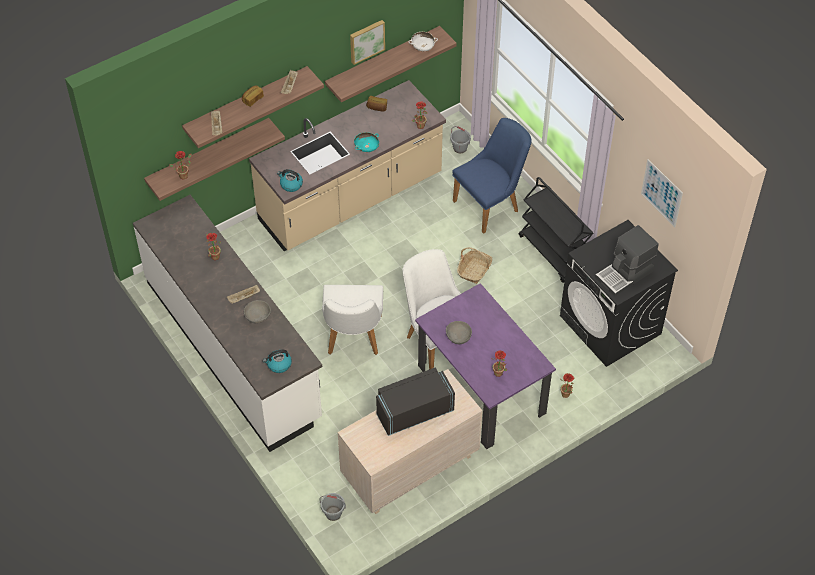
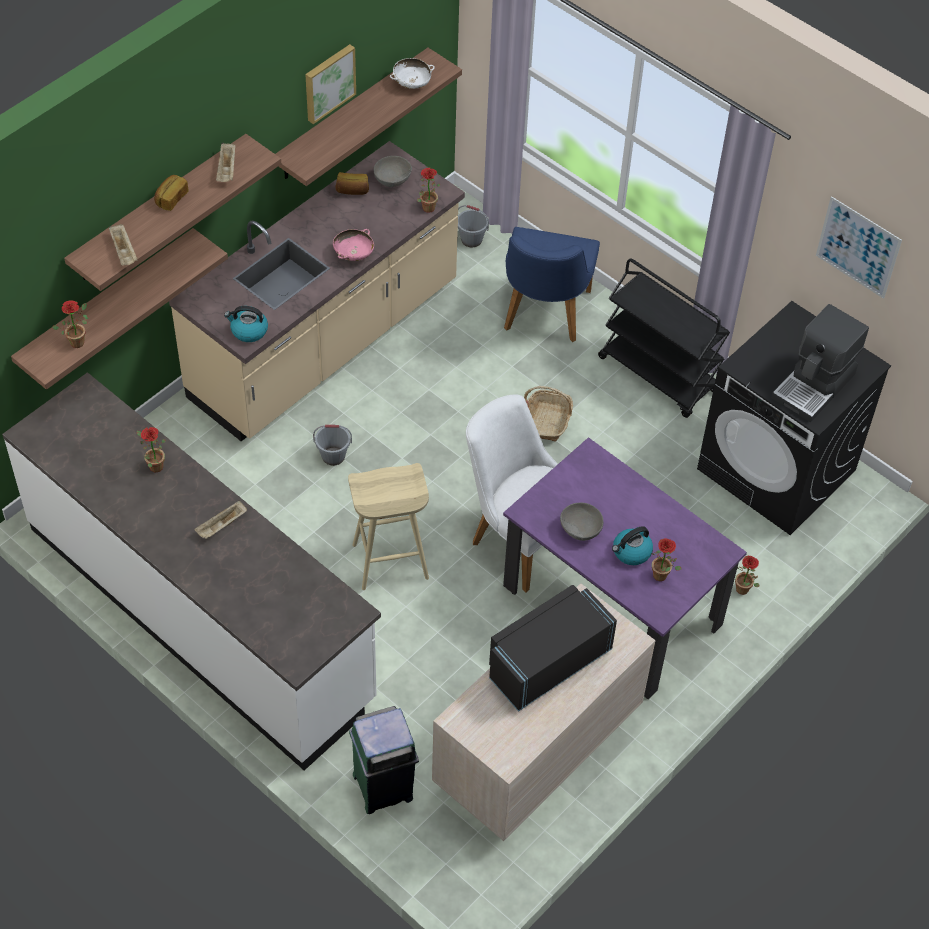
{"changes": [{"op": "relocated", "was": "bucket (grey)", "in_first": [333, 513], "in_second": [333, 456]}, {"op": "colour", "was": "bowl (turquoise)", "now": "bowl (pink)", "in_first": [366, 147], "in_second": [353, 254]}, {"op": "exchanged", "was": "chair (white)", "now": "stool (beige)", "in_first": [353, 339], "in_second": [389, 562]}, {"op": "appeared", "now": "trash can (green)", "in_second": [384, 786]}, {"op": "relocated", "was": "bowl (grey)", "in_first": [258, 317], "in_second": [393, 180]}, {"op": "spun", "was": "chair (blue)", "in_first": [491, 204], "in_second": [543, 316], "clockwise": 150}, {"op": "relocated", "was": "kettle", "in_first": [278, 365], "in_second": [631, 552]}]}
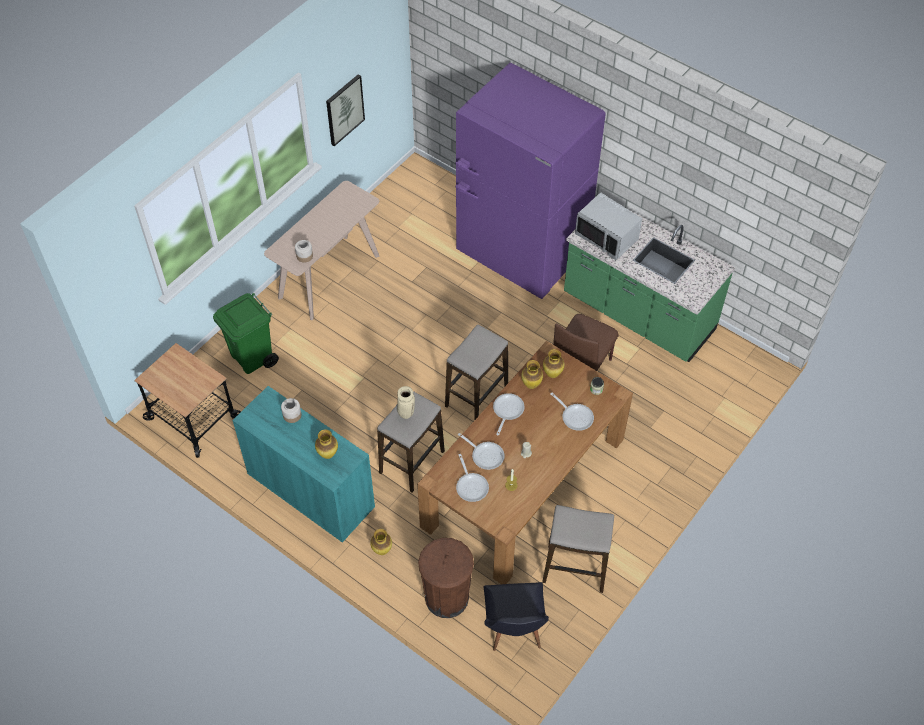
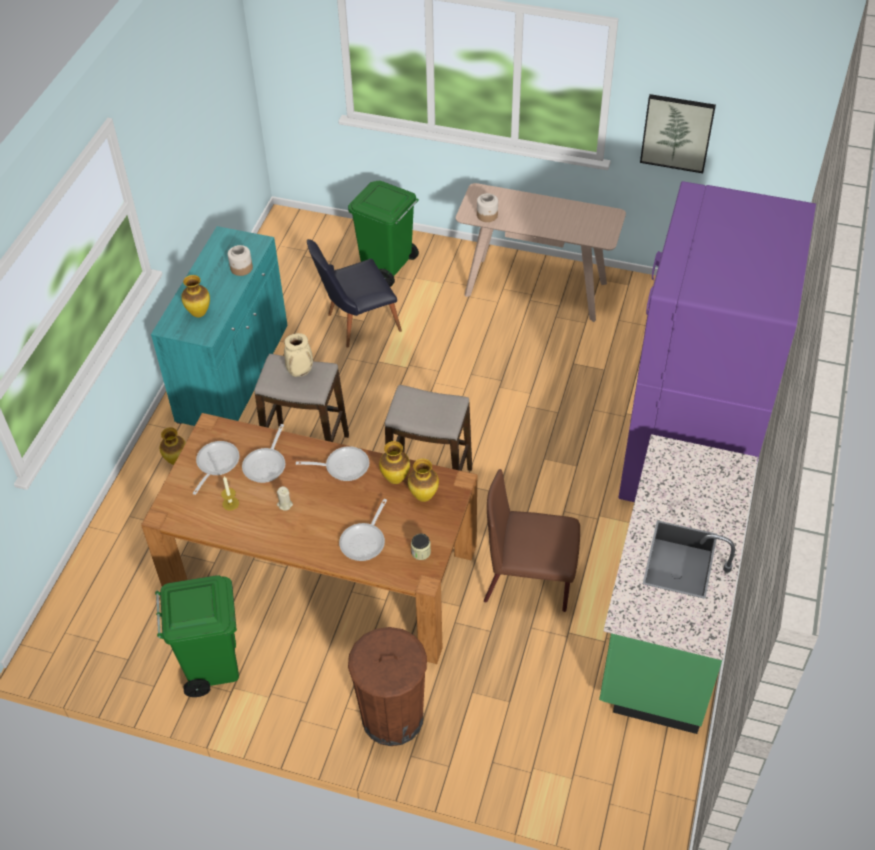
{"changes": [{"op": "exchanged", "was": "stool", "now": "trash can (green)", "in_first": [575, 569], "in_second": [212, 664]}, {"op": "spun", "was": "frying pan", "in_first": [471, 486], "in_second": [216, 464], "clockwise": 150}, {"op": "relocated", "was": "chair (black)", "in_first": [514, 631], "in_second": [356, 323]}, {"op": "relocated", "was": "trash can (brown)", "in_first": [447, 597], "in_second": [392, 717]}, {"op": "missing", "was": "cart", "in_first": [192, 418]}, {"op": "missing", "was": "microwave (grey)", "in_first": [607, 237]}]}
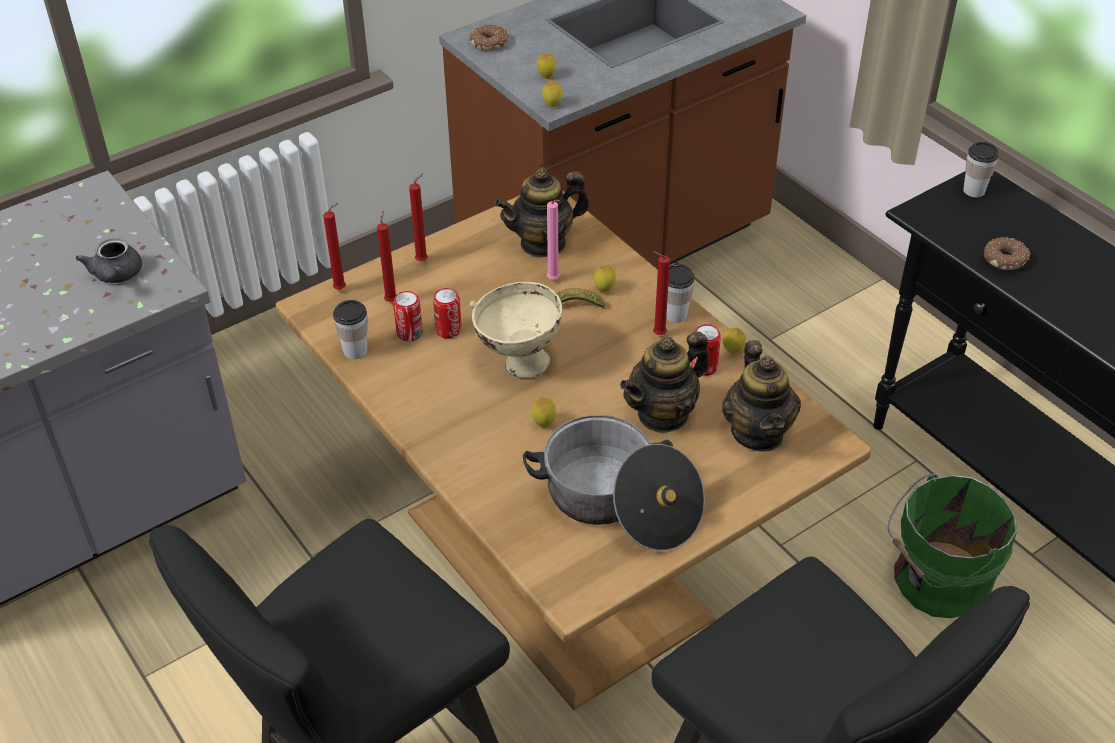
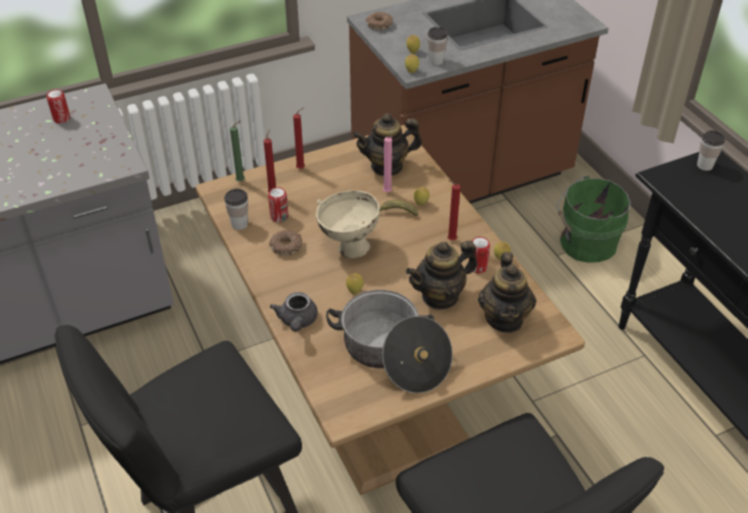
{"changes": [{"op": "relocated", "was": "can", "in_first": [448, 330], "in_second": [61, 119]}, {"op": "colour", "was": "candle (red)", "now": "candle (green)", "in_first": [342, 289], "in_second": [242, 181]}, {"op": "relocated", "was": "donut", "in_first": [1005, 259], "in_second": [287, 246]}, {"op": "relocated", "was": "teapot (grey)", "in_first": [116, 276], "in_second": [297, 321]}, {"op": "relocated", "was": "cup", "in_first": [675, 314], "in_second": [436, 61]}, {"op": "relocated", "was": "bucket (green)", "in_first": [937, 580], "in_second": [585, 243]}]}
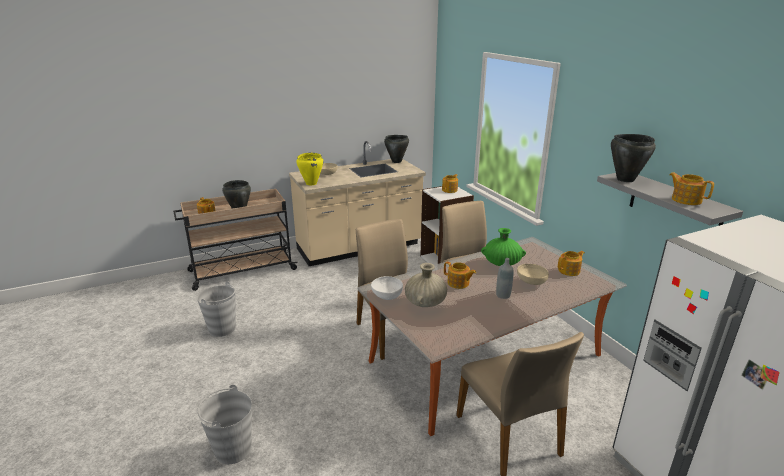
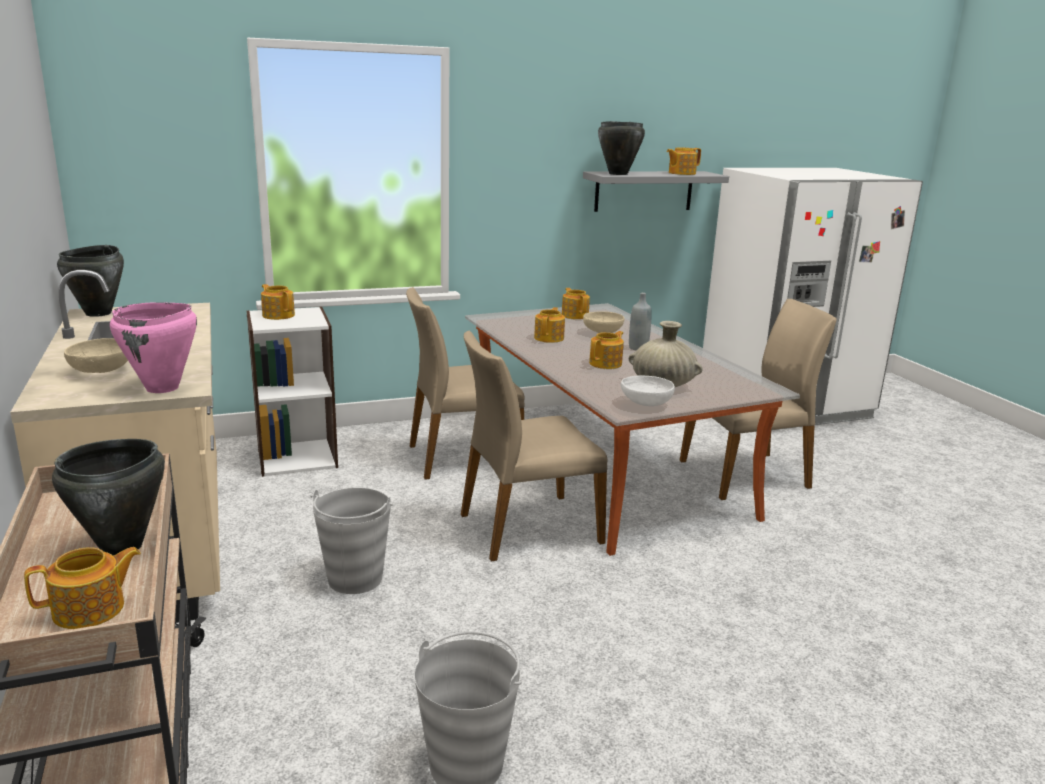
{"changes": [{"op": "colour", "was": "cooking pot (yellow)", "now": "cooking pot (pink)", "in_first": [311, 183], "in_second": [162, 388]}, {"op": "relocated", "was": "bucket (grey)", "in_first": [232, 449], "in_second": [354, 579]}, {"op": "exchanged", "was": "vase (green)", "now": "teapot", "in_first": [502, 263], "in_second": [549, 338]}]}
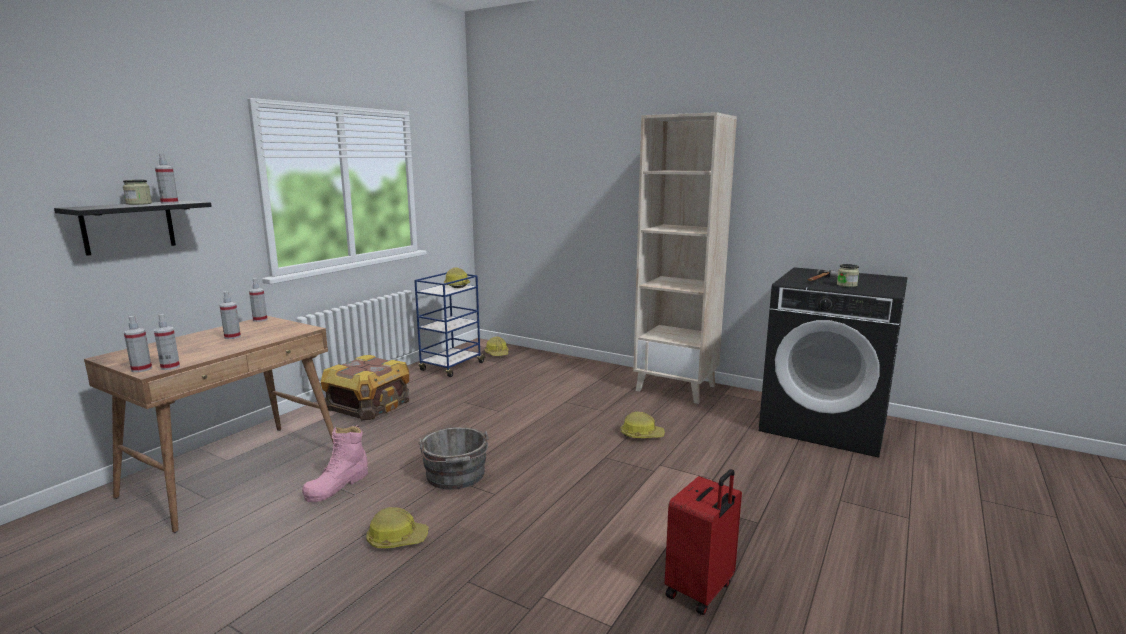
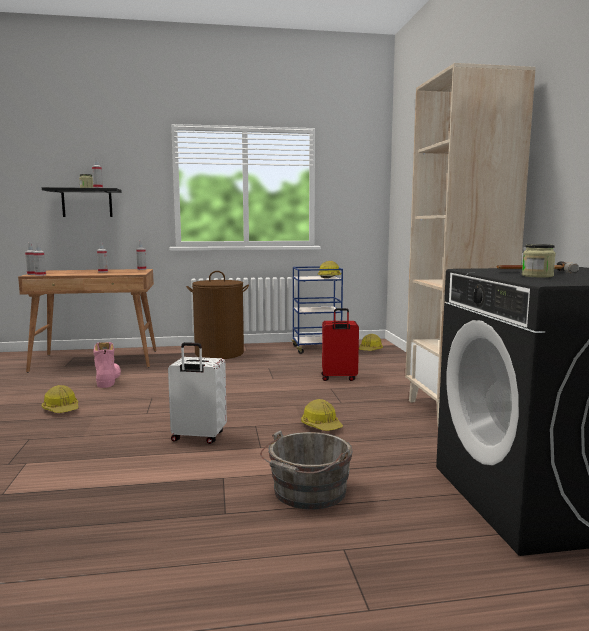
{"changes": [{"op": "spun", "was": "boot (pink)", "in_first": [337, 485], "in_second": [108, 380], "clockwise": 90}, {"op": "appeared", "now": "suitcase (white)", "in_second": [198, 437]}, {"op": "exchanged", "was": "crate", "now": "laundry basket (brown)", "in_first": [368, 404], "in_second": [219, 353]}, {"op": "relocated", "was": "bucket (grey)", "in_first": [456, 476], "in_second": [307, 493]}, {"op": "relocated", "was": "suitcase (red)", "in_first": [701, 590], "in_second": [339, 378]}]}
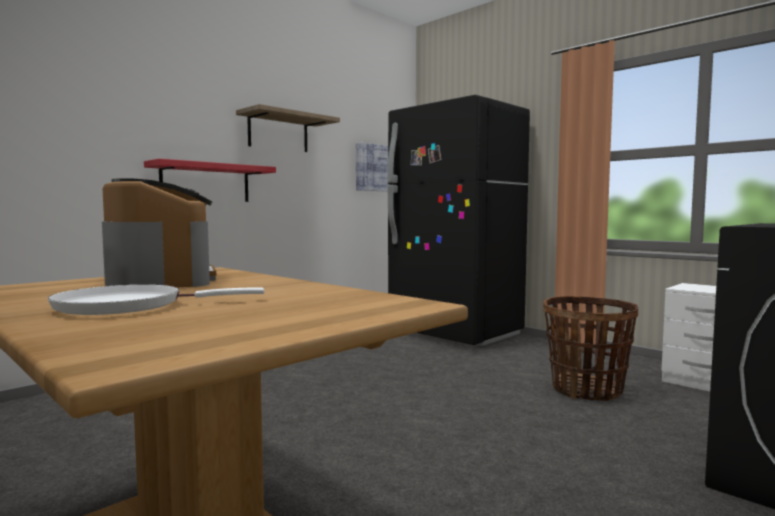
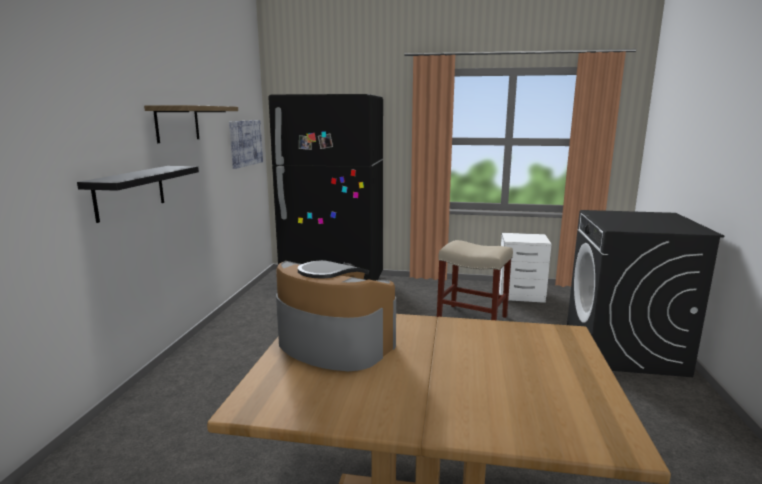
{"changes": [{"op": "colour", "was": "shelf (red)", "now": "shelf (black)", "in_first": [206, 183], "in_second": [130, 192]}, {"op": "exchanged", "was": "basket", "now": "stool (beige)", "in_first": [586, 390], "in_second": [473, 318]}, {"op": "missing", "was": "frying pan (white)", "in_first": [128, 306]}]}
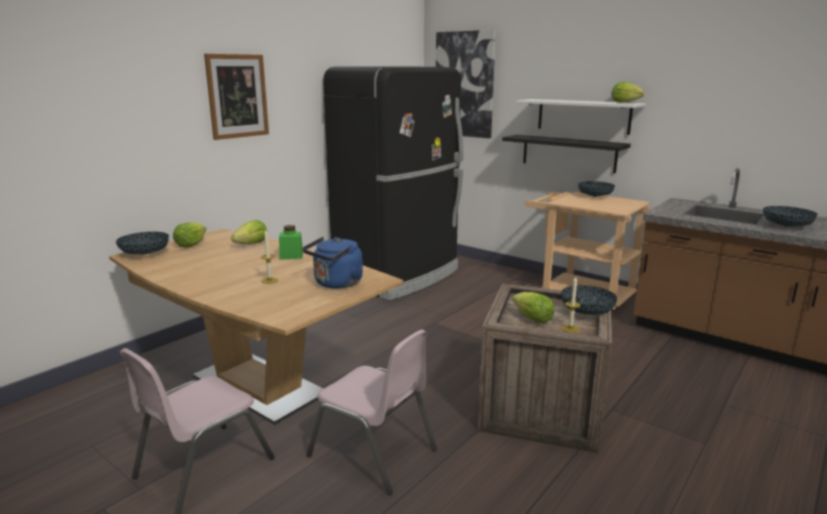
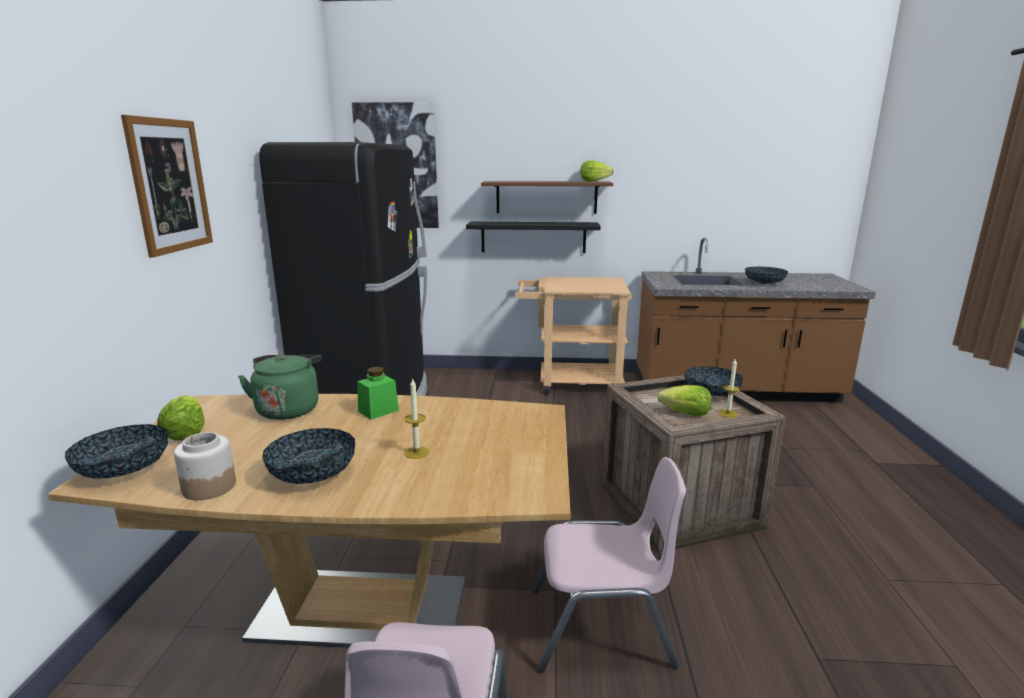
{"changes": [{"op": "appeared", "now": "jar", "in_second": [209, 487]}, {"op": "exchanged", "was": "lettuce", "now": "kettle (green)", "in_first": [251, 244], "in_second": [288, 409]}, {"op": "relocated", "was": "bowl", "in_first": [595, 197], "in_second": [313, 475]}, {"op": "colour", "was": "shelf (white)", "now": "shelf (brown)", "in_first": [583, 116], "in_second": [546, 197]}, {"op": "missing", "was": "kettle (blue)", "in_first": [336, 284]}]}
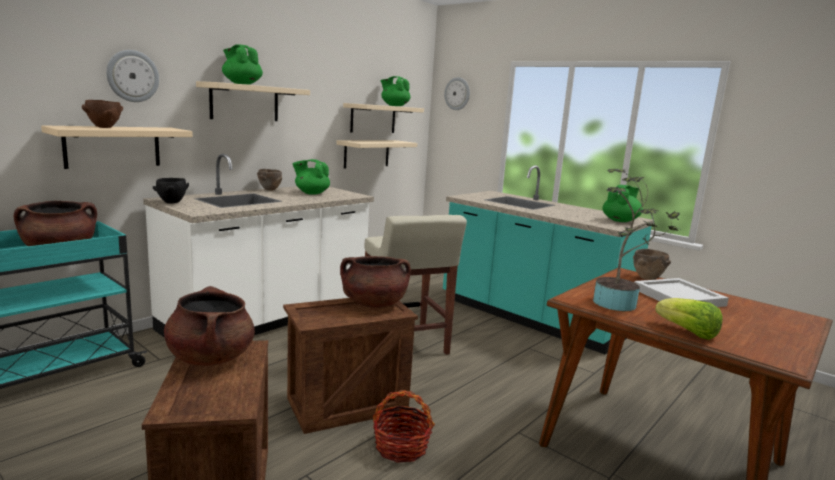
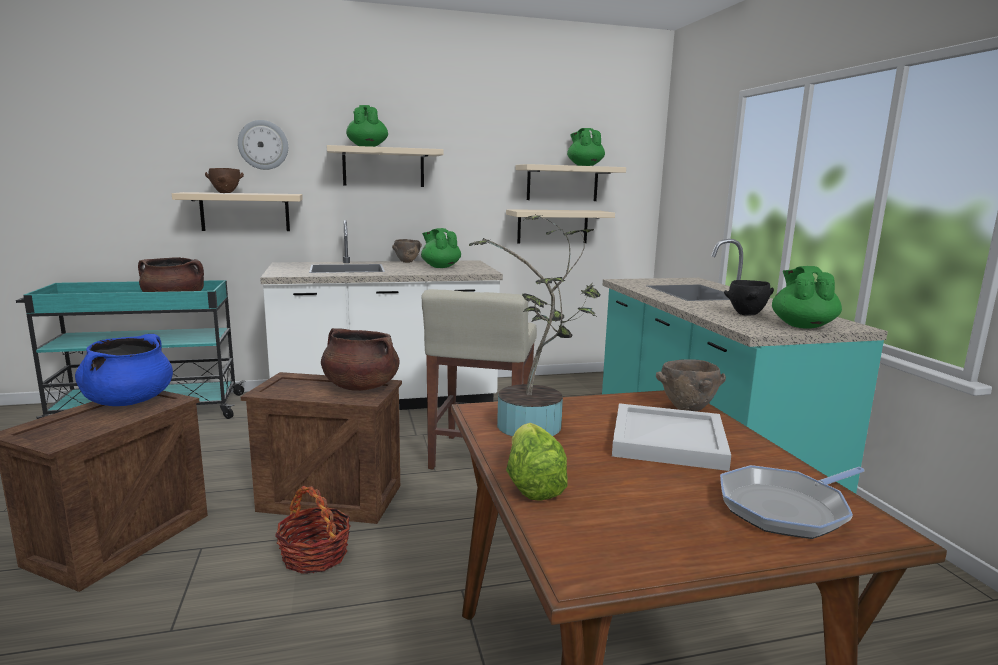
{"changes": [{"op": "colour", "was": "cooking pot (brown)", "now": "cooking pot (blue)", "in_first": [211, 357], "in_second": [129, 401]}, {"op": "appeared", "now": "frying pan", "in_second": [786, 508]}, {"op": "relocated", "was": "bowl (black)", "in_first": [172, 203], "in_second": [746, 314]}, {"op": "spun", "was": "teapot (green)", "in_first": [620, 221], "in_second": [802, 326], "clockwise": -75}, {"op": "missing", "was": "wall clock", "in_first": [457, 94]}]}
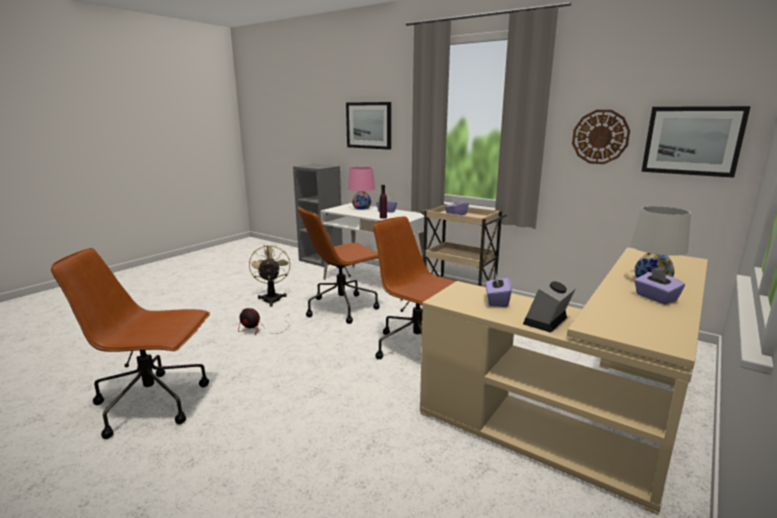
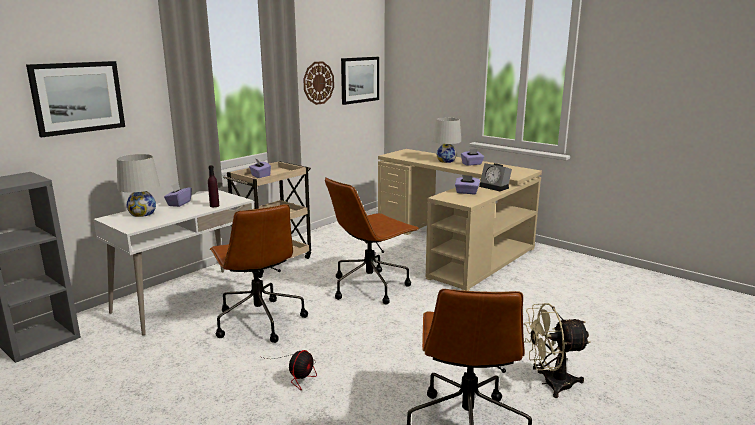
{"changes": [{"op": "colour", "was": "table lamp (pink)", "now": "table lamp (white)", "in_first": [361, 208], "in_second": [142, 213]}, {"op": "relocated", "was": "fan (beige)", "in_first": [272, 298], "in_second": [550, 383]}]}
